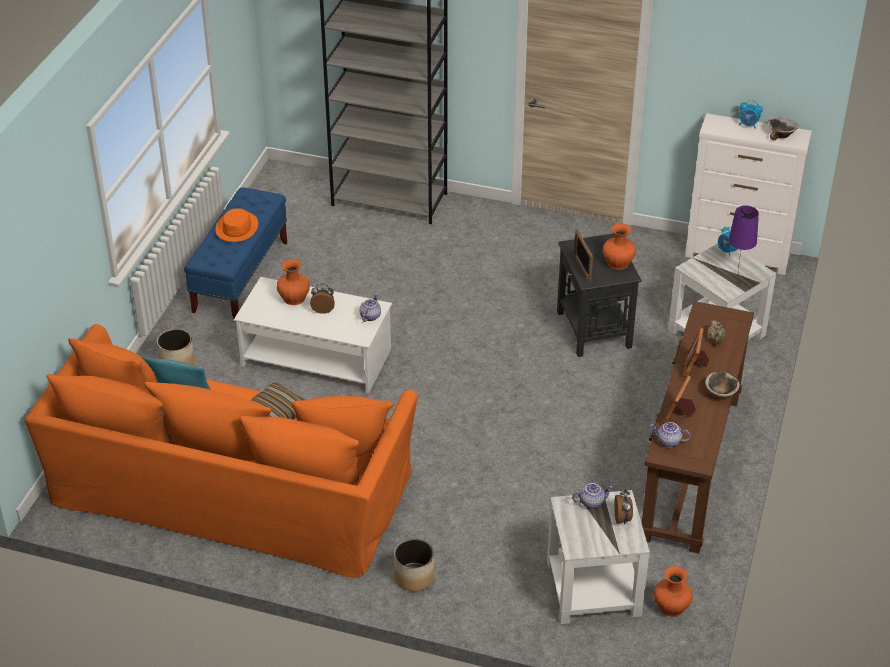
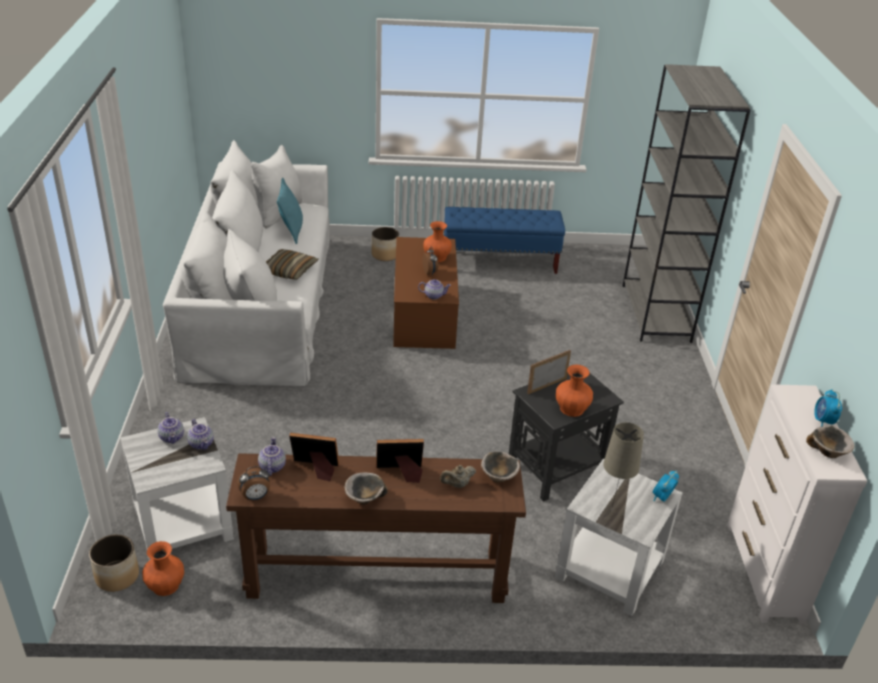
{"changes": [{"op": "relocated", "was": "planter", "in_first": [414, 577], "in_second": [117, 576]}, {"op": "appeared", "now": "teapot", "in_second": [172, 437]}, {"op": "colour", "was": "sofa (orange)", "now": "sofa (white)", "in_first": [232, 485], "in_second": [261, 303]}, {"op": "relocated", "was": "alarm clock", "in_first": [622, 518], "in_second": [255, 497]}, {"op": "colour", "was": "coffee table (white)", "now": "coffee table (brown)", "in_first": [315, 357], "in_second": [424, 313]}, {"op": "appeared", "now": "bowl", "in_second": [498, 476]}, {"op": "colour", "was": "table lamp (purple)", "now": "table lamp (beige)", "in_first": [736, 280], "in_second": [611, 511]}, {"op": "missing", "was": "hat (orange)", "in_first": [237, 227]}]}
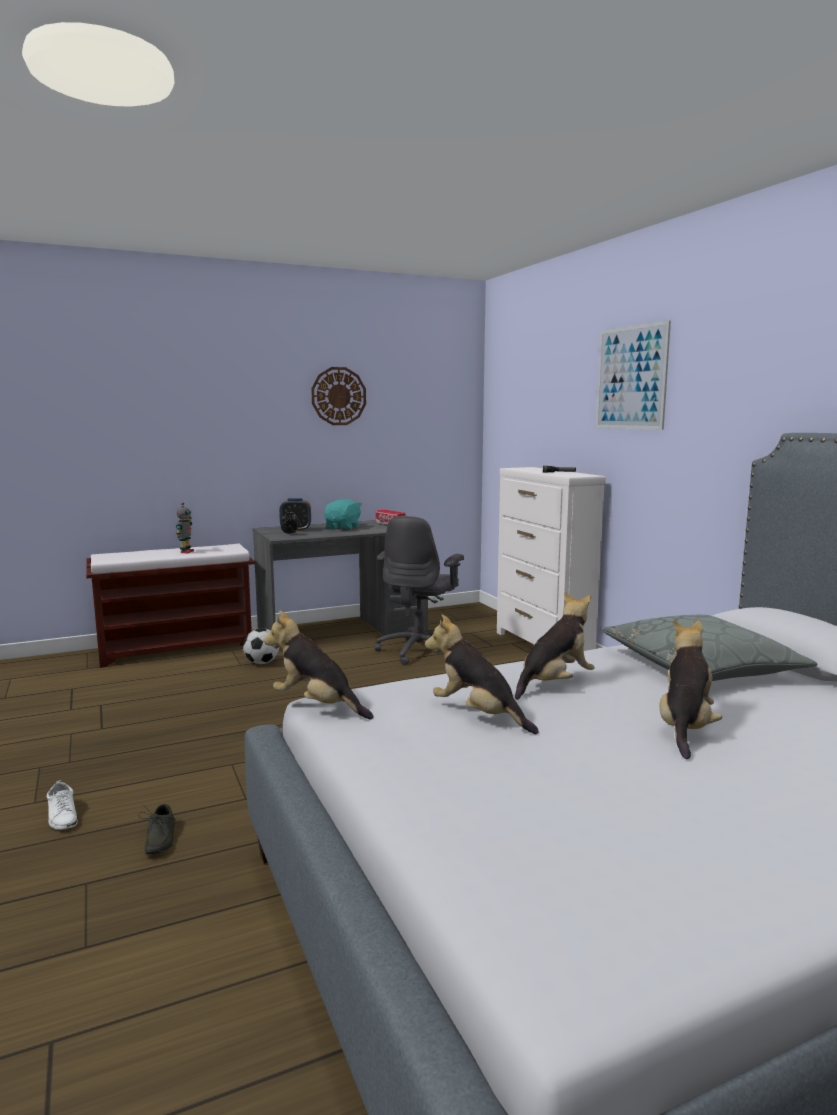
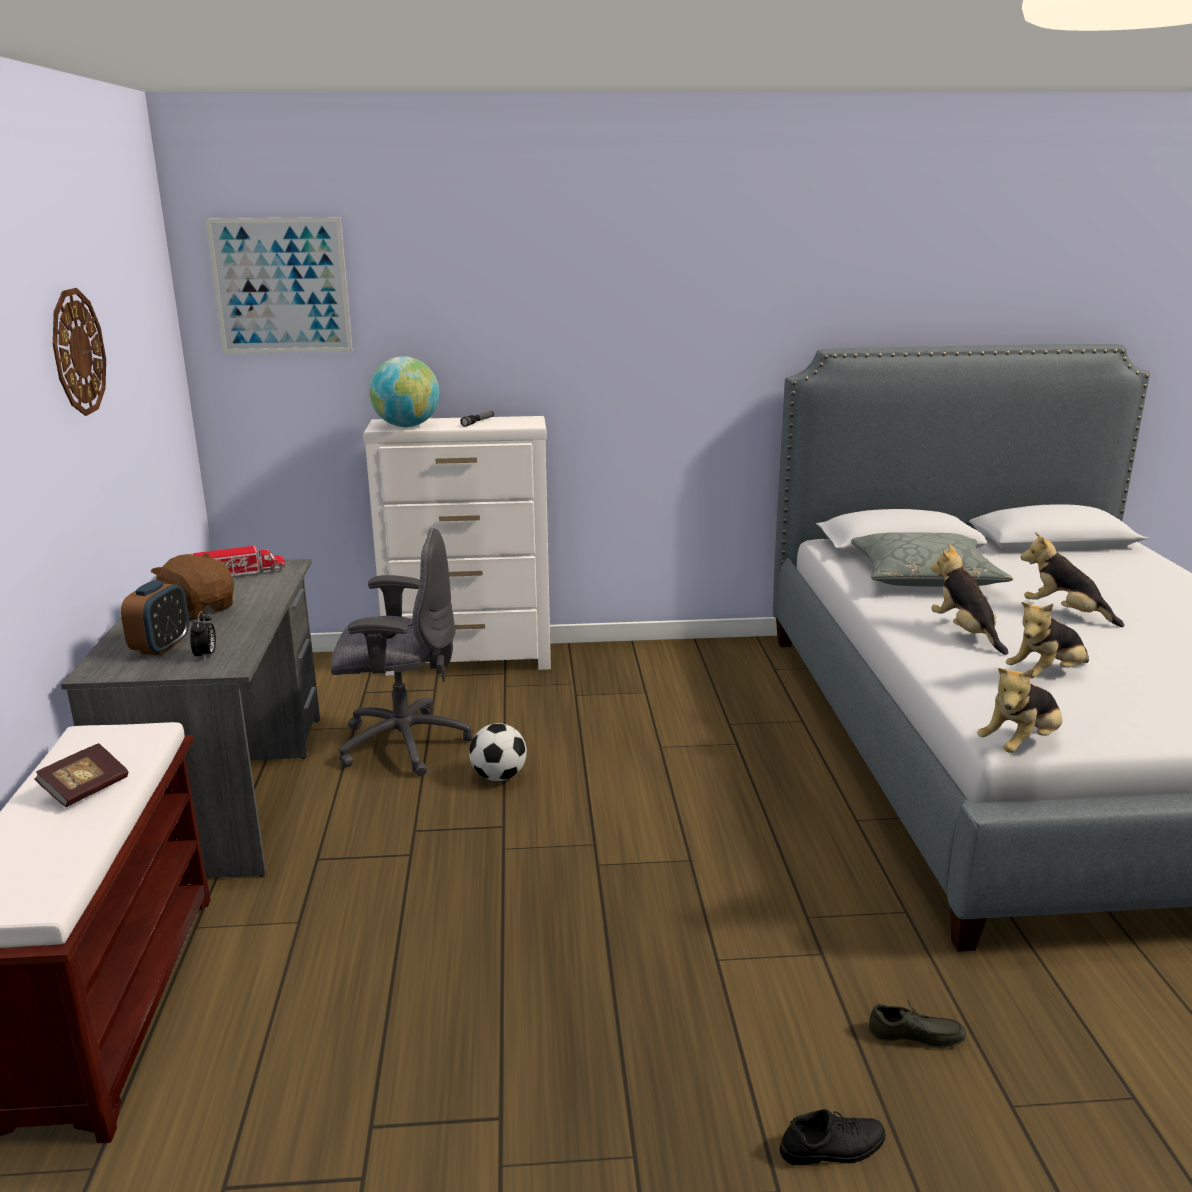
{"changes": [{"op": "exchanged", "was": "toy robot", "now": "book", "in_first": [186, 552], "in_second": [85, 789]}, {"op": "colour", "was": "plush toy (turquoise)", "now": "plush toy (brown)", "in_first": [343, 528], "in_second": [199, 609]}, {"op": "relocated", "was": "picture", "in_first": [631, 378], "in_second": [281, 286]}, {"op": "spun", "was": "office chair (grey)", "in_first": [419, 651], "in_second": [402, 743], "clockwise": -45}, {"op": "appeared", "now": "globe", "in_second": [406, 426]}, {"op": "relocated", "was": "football", "in_first": [262, 663], "in_second": [499, 777]}, {"op": "colour", "was": "shoe (white)", "now": "shoe (black)", "in_first": [62, 816], "in_second": [832, 1147]}]}
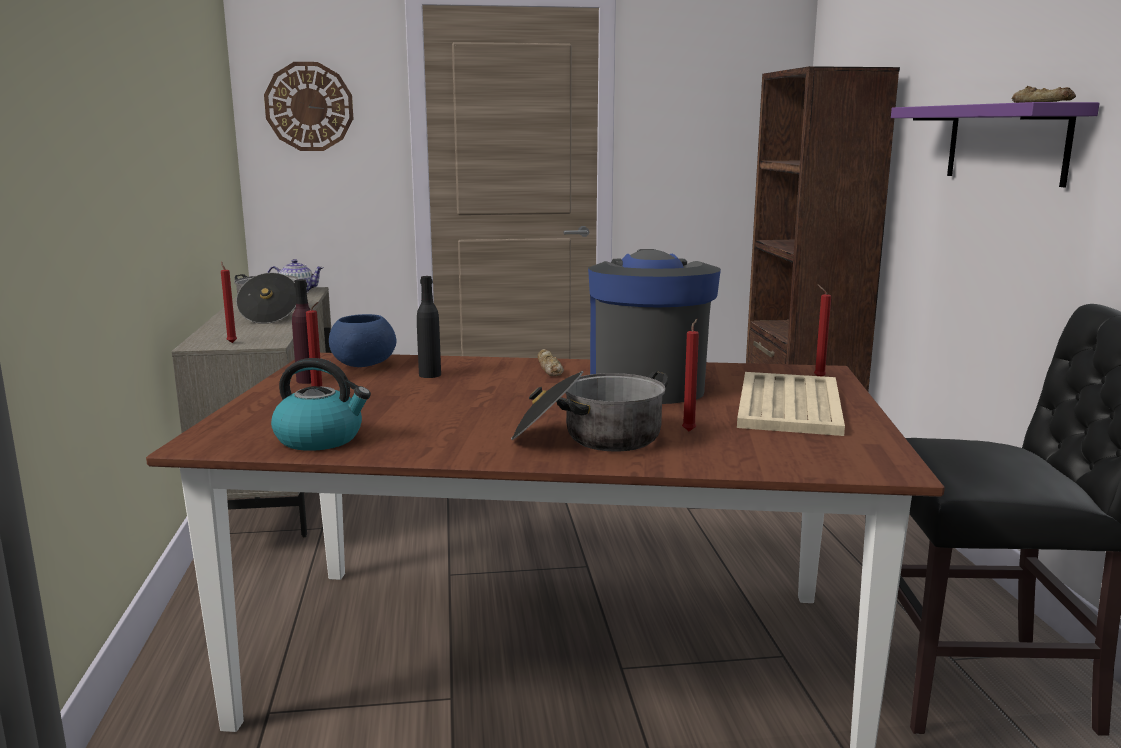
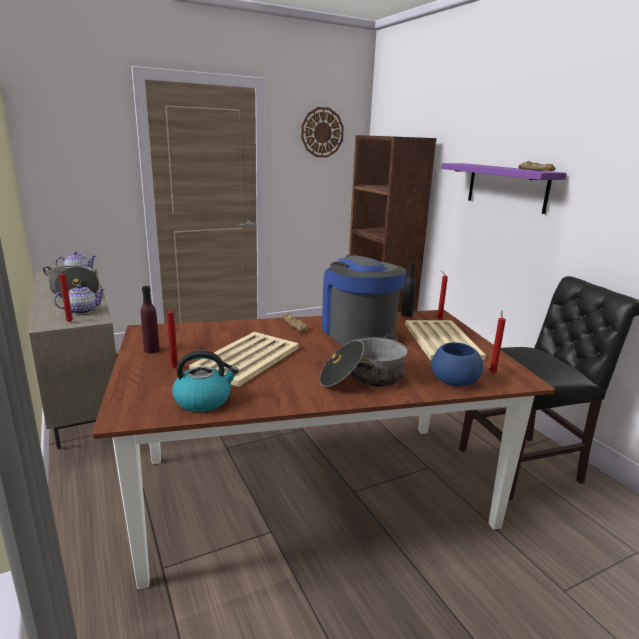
{"changes": [{"op": "appeared", "now": "teapot", "in_second": [82, 311]}, {"op": "appeared", "now": "tray (beige)", "in_second": [246, 359]}, {"op": "relocated", "was": "wall clock", "in_first": [309, 107], "in_second": [322, 132]}, {"op": "relocated", "was": "bottle (black)", "in_first": [430, 375], "in_second": [406, 315]}, {"op": "relocated", "was": "bowl (blue)", "in_first": [362, 364], "in_second": [453, 381]}, {"op": "relocated", "was": "candle (red)", "in_first": [689, 431], "in_second": [492, 372]}]}
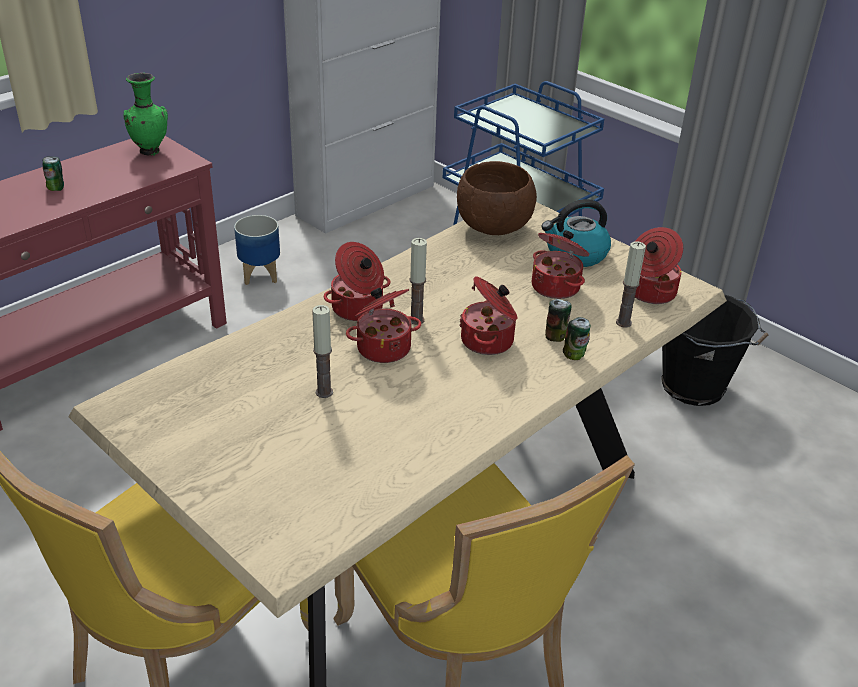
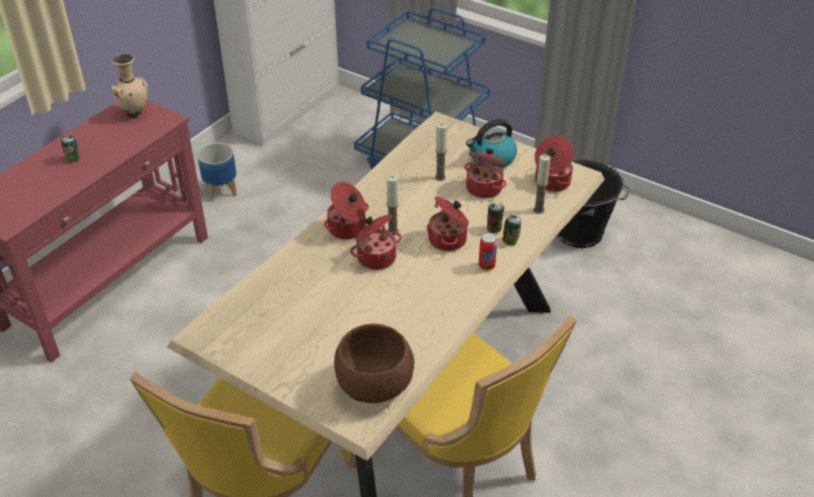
{"changes": [{"op": "colour", "was": "vase (green)", "now": "vase (beige)", "in_first": [150, 151], "in_second": [135, 113]}, {"op": "relocated", "was": "bowl (brown)", "in_first": [493, 227], "in_second": [374, 386]}, {"op": "relocated", "was": "candle", "in_first": [324, 392], "in_second": [440, 177]}, {"op": "appeared", "now": "can", "in_second": [486, 266]}]}
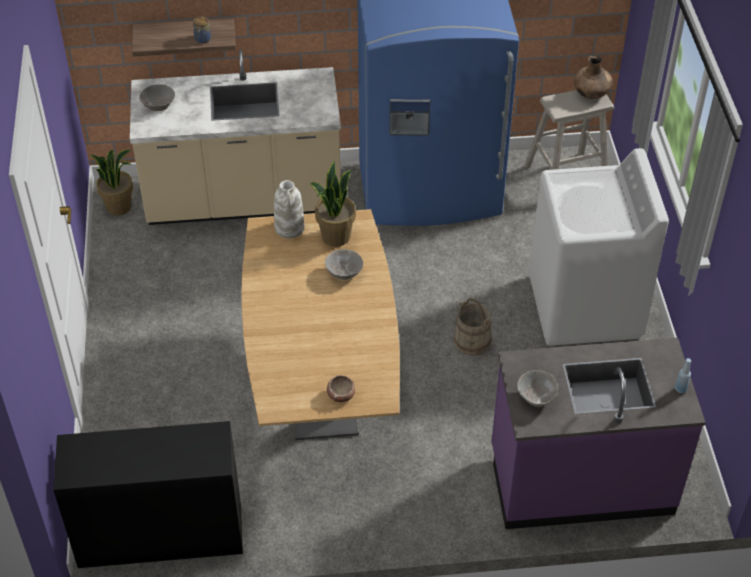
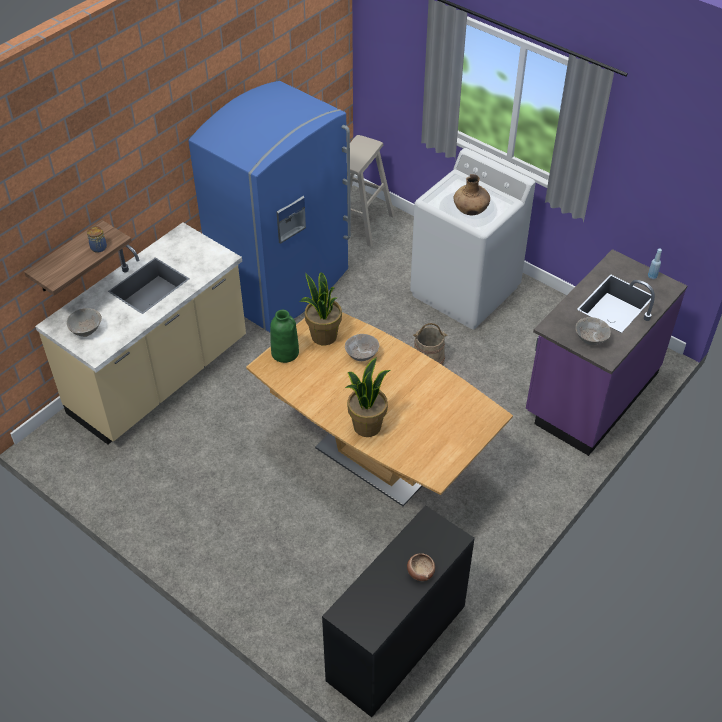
{"changes": [{"op": "colour", "was": "vase (white)", "now": "vase (green)", "in_first": [290, 228], "in_second": [285, 353]}, {"op": "relocated", "was": "potted plant", "in_first": [119, 206], "in_second": [367, 426]}, {"op": "relocated", "was": "bowl", "in_first": [341, 394], "in_second": [420, 571]}, {"op": "relocated", "was": "vase (brown)", "in_first": [591, 94], "in_second": [470, 210]}]}
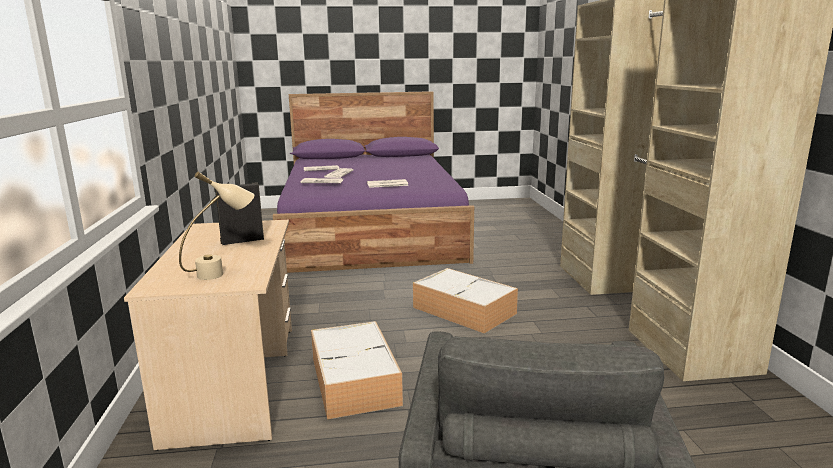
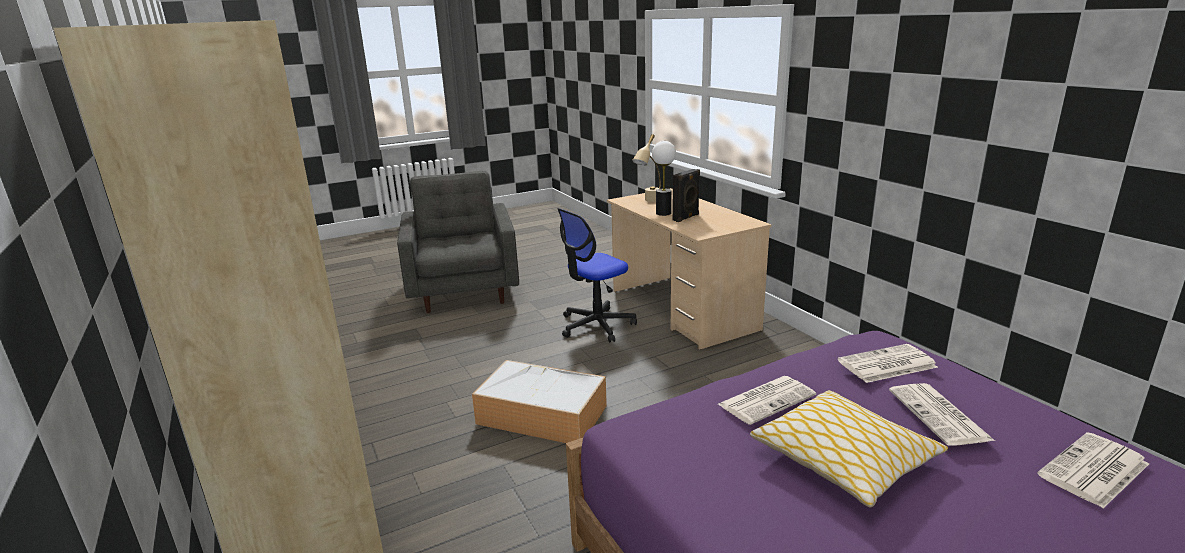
{"changes": [{"op": "exchanged", "was": "storage box", "now": "office chair", "in_first": [355, 381], "in_second": [596, 325]}, {"op": "appeared", "now": "table lamp", "in_second": [663, 213]}, {"op": "appeared", "now": "pillow", "in_second": [844, 460]}]}
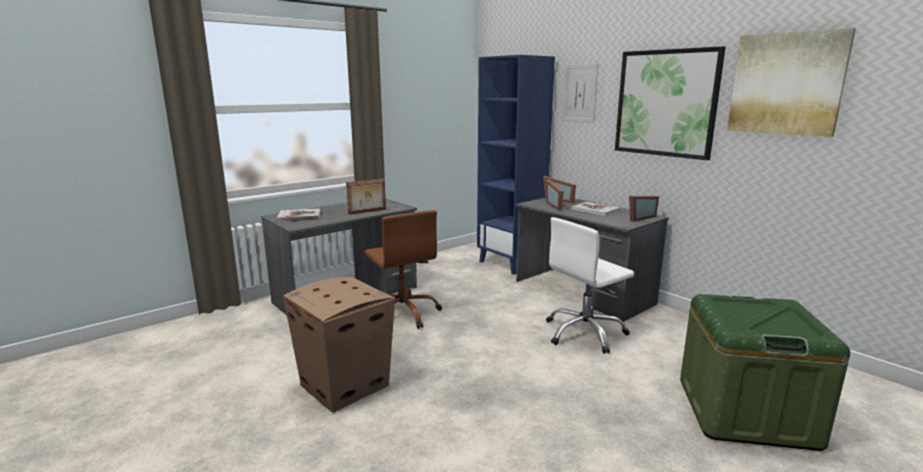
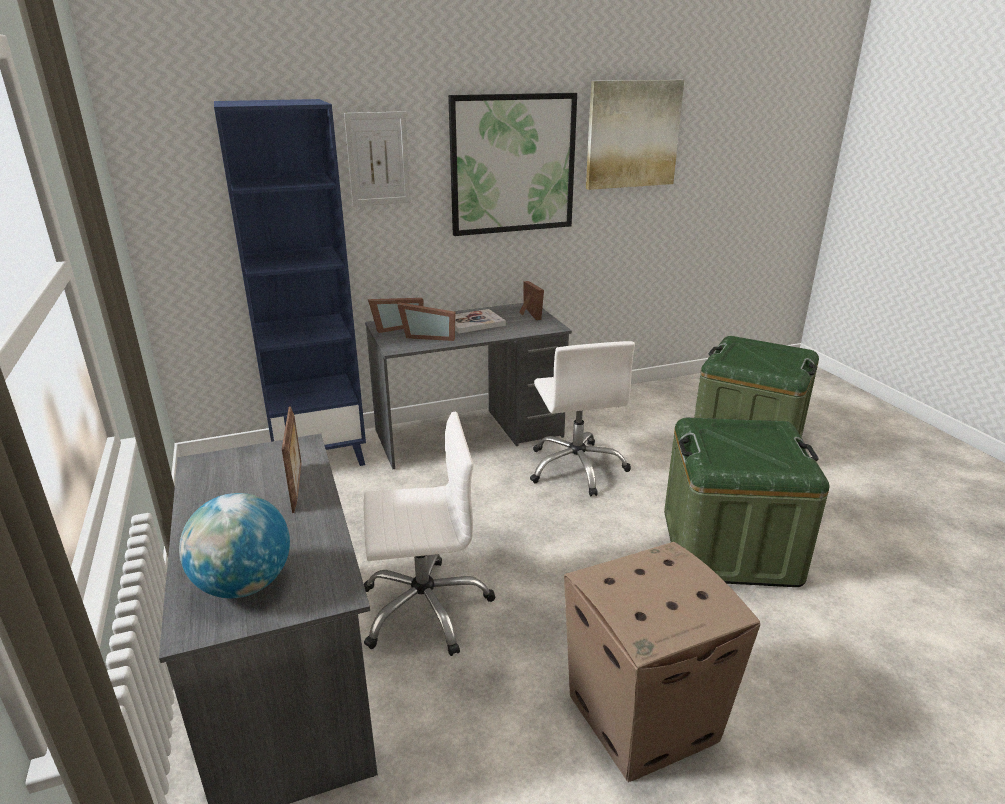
{"changes": [{"op": "exchanged", "was": "book", "now": "globe", "in_first": [299, 216], "in_second": [244, 585]}, {"op": "colour", "was": "office chair (brown)", "now": "office chair (white)", "in_first": [403, 313], "in_second": [424, 607]}, {"op": "appeared", "now": "storage box (green)", "in_second": [729, 546]}]}
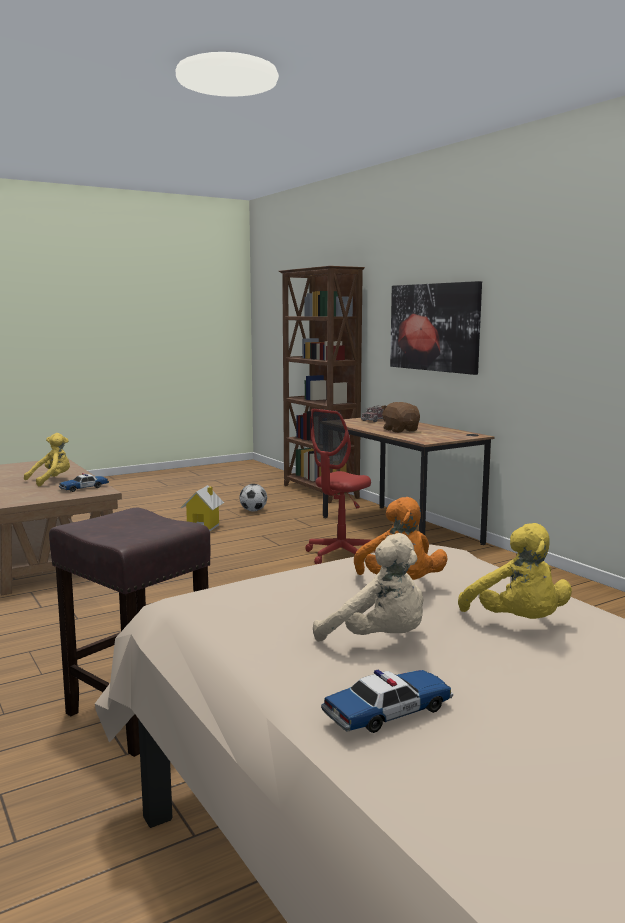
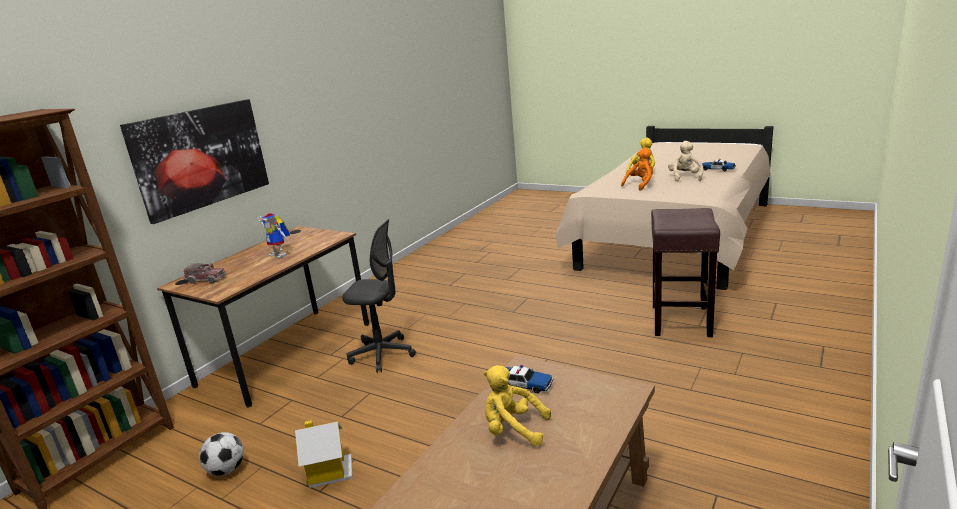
{"changes": [{"op": "exchanged", "was": "plush toy (brown)", "now": "toy robot", "in_first": [400, 430], "in_second": [281, 254]}, {"op": "colour", "was": "office chair (red)", "now": "office chair (grey)", "in_first": [340, 555], "in_second": [382, 354]}]}
